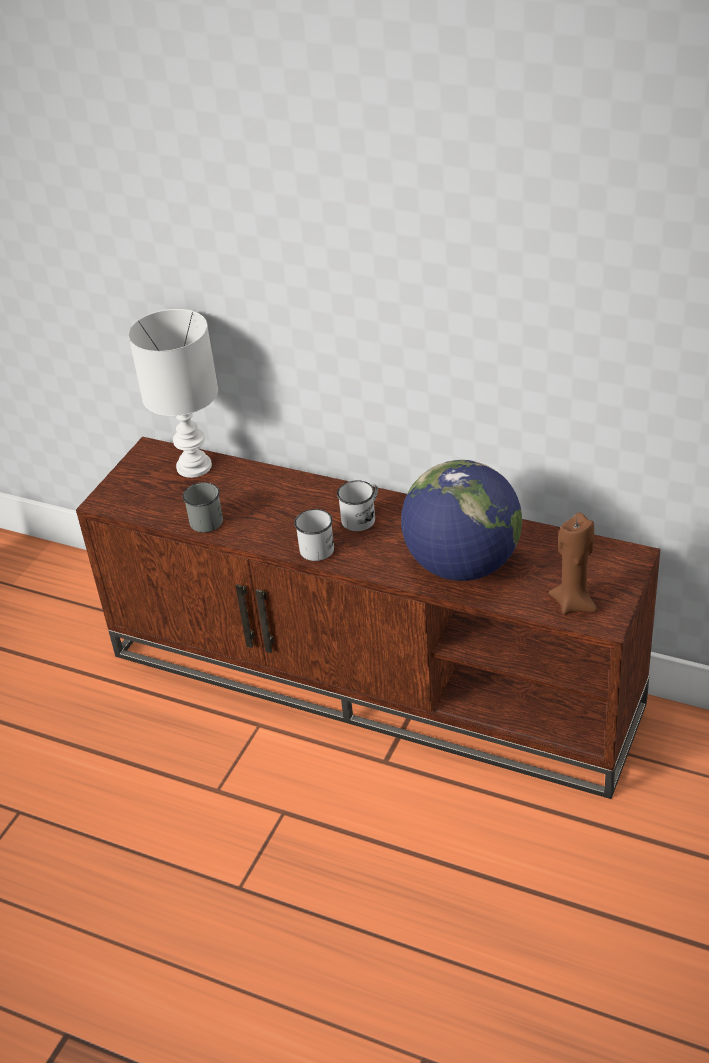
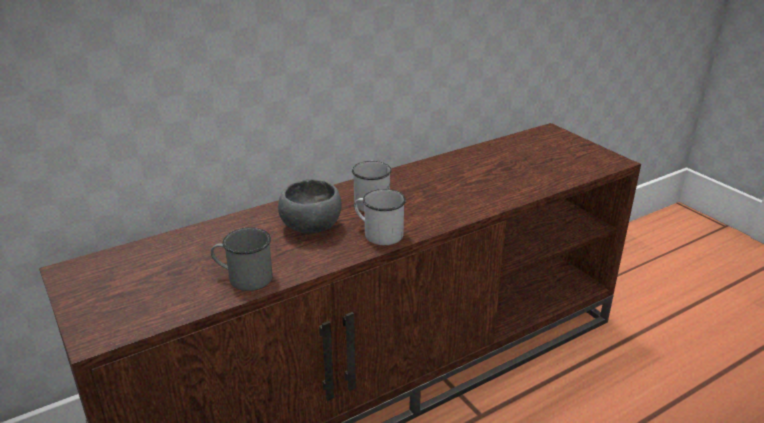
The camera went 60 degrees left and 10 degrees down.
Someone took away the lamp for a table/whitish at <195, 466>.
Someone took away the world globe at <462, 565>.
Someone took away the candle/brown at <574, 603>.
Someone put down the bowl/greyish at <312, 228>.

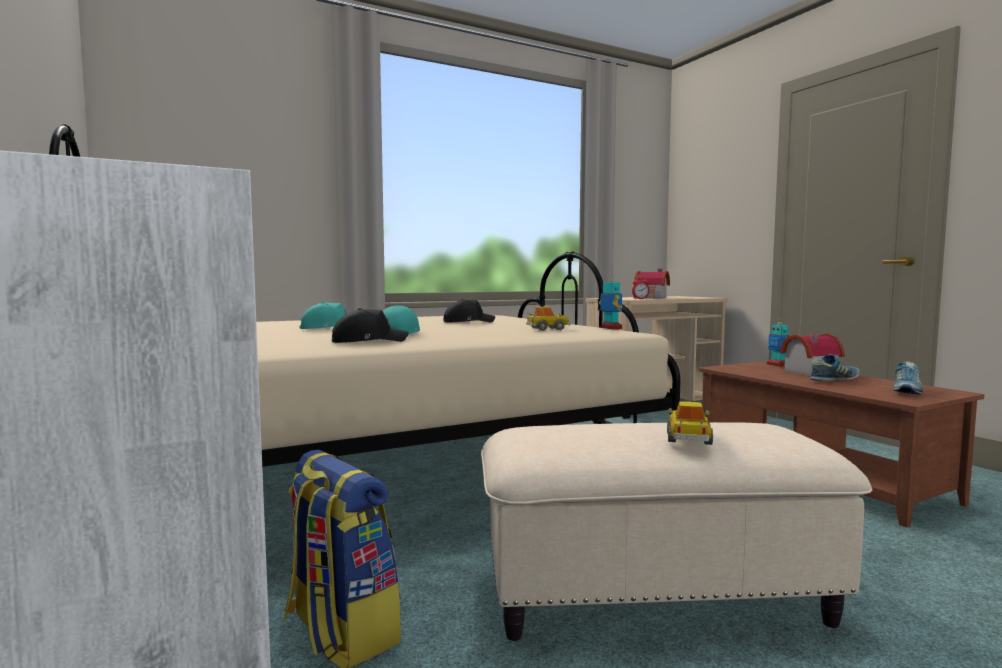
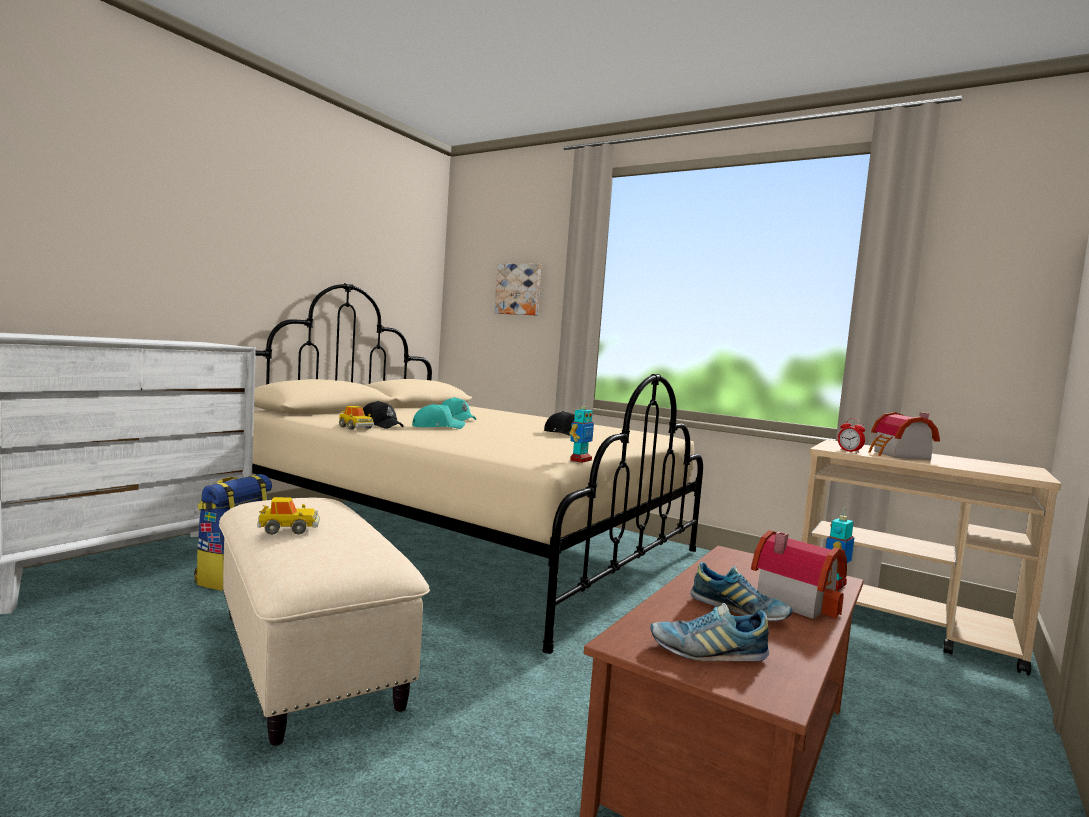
The camera went 60 degrees right and 0 degrees up.
Someone carried the model car from <548, 329> to <355, 428>.
Someone put up the picture at <519, 289>.

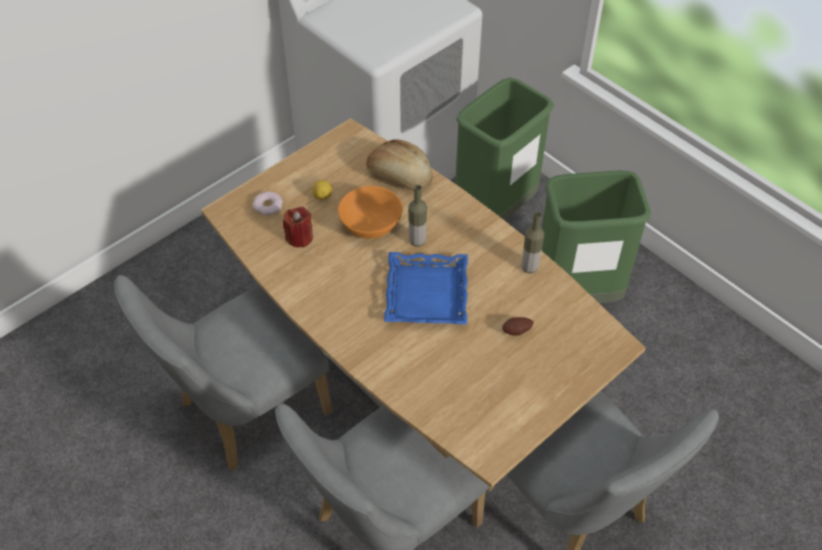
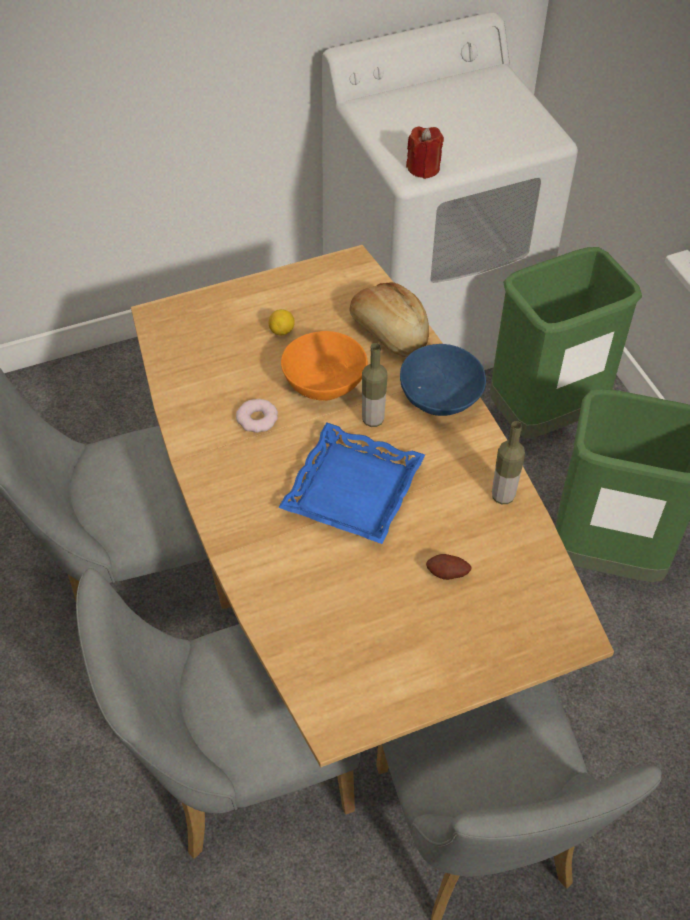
The camera went 20 degrees right and 0 degrees up.
Someone carried the ring doughnut from <268, 206> to <257, 419>.
Someone carried the candle/red-coloured from <299, 237> to <423, 168>.
Someone put down the bowl/blue-coloured at <440, 397>.

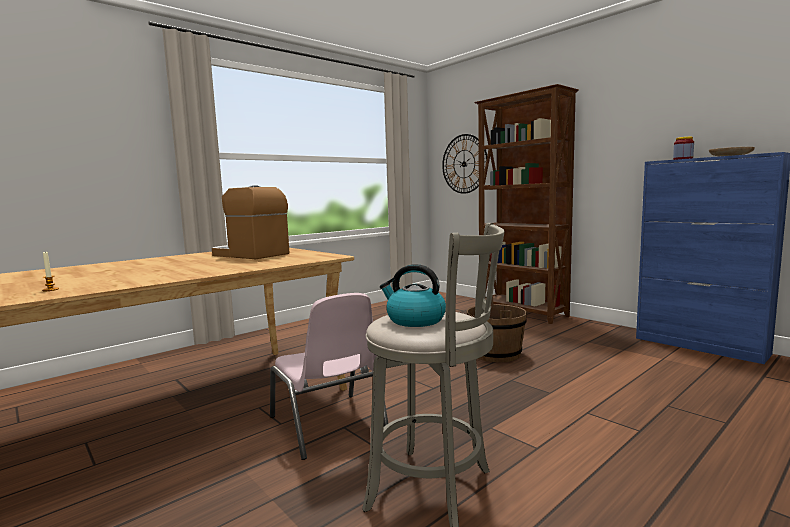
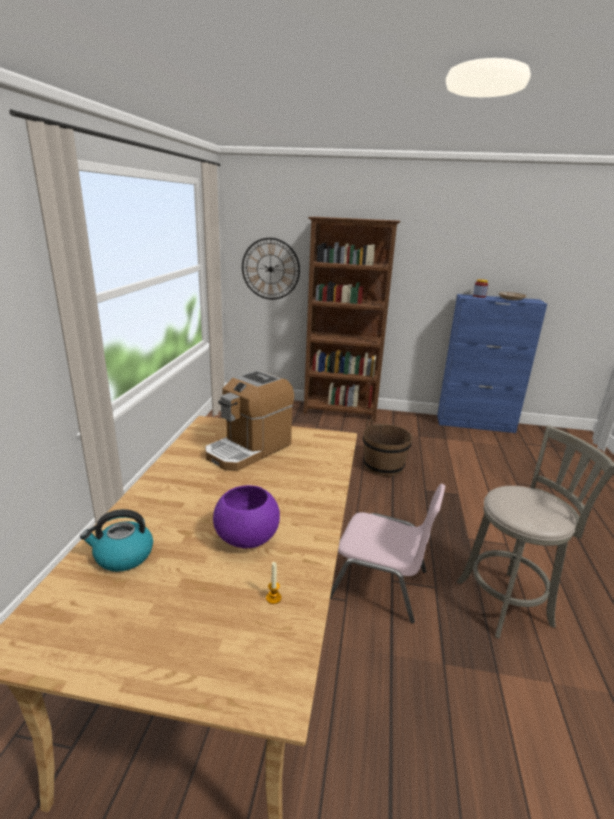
The camera went 40 degrees left and 15 degrees up.
Someone rotated the coffee maker at <250, 255> by 45 degrees counterclockwise.
Someone carried the kettle from <414, 320> to <123, 556>.
Someone put down the bowl/purple at <247, 539>.

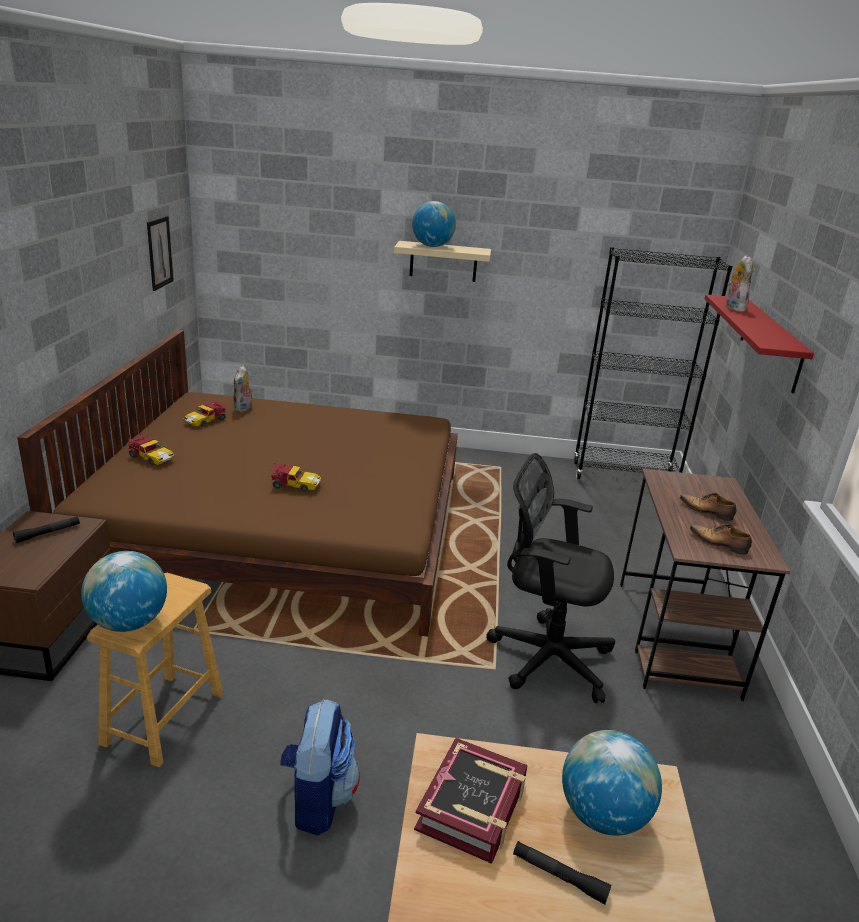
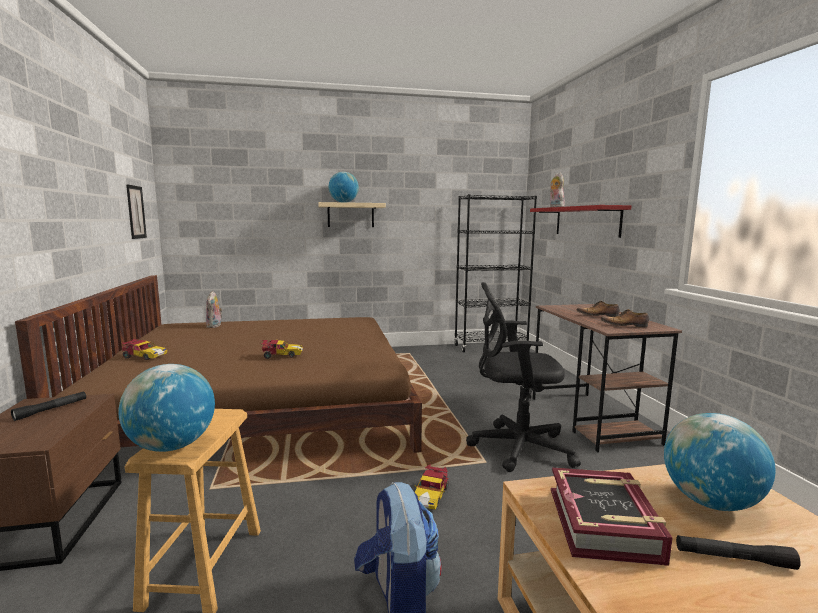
The camera went 15 degrees left and 15 degrees down.
Someone carried the model car from <206, 421> to <430, 495>.

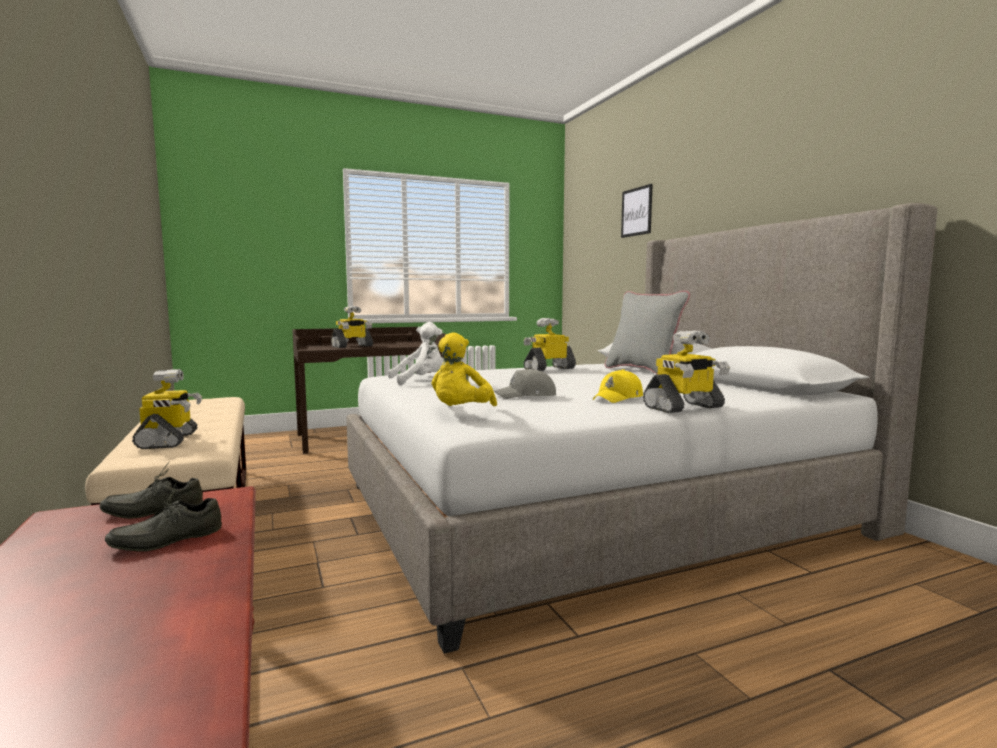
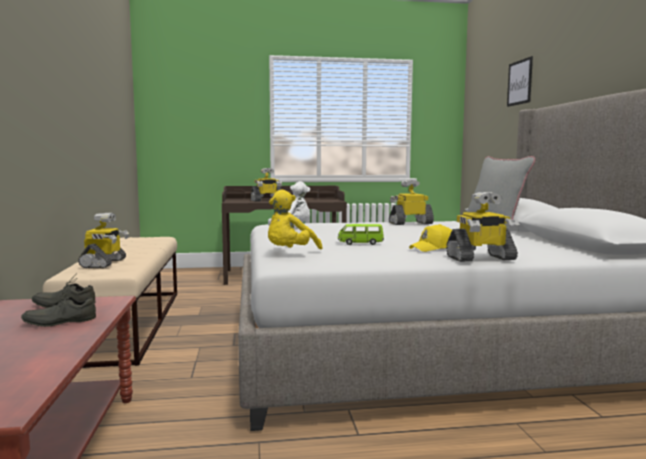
The camera went 15 degrees right and 0 degrees up.
Someone swapped the peaked cap/greyish at <527, 396> for the model car/green at <360, 243>.

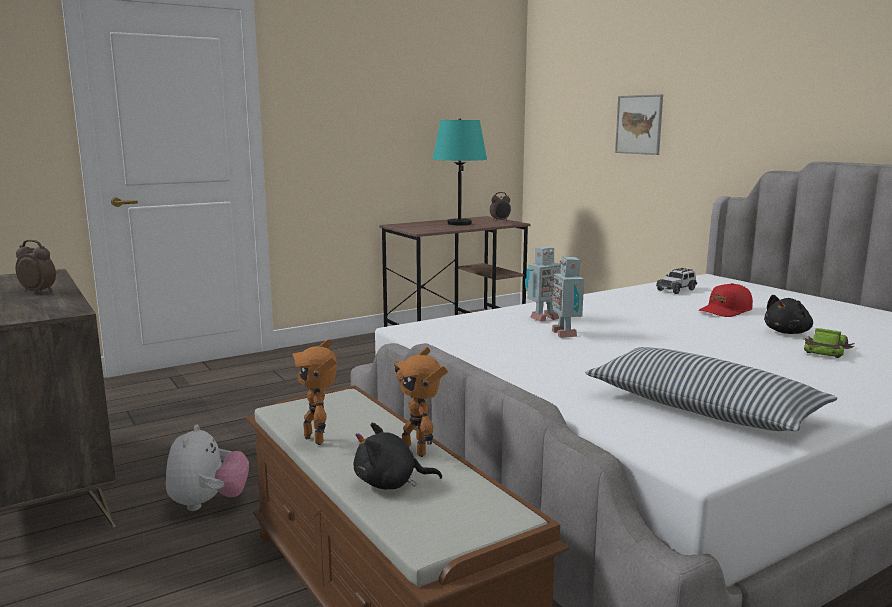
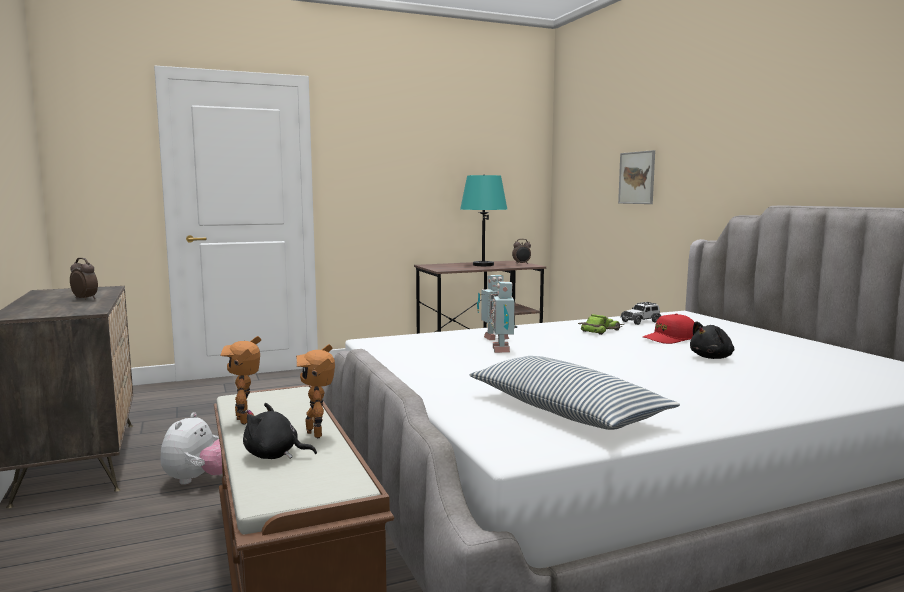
The camera went 10 degrees right and 5 degrees down.
Someone carried the model car from <826, 349> to <601, 330>.

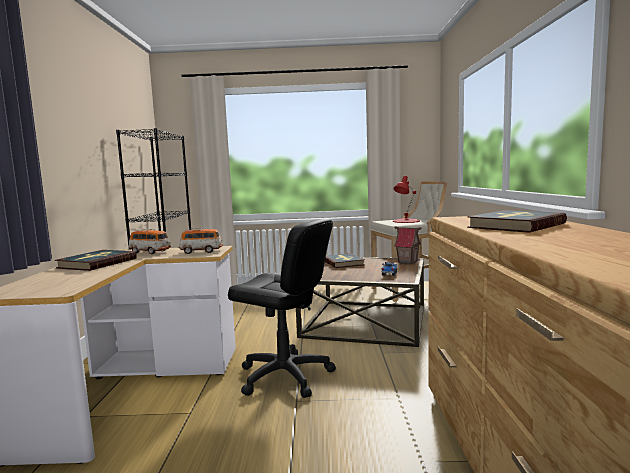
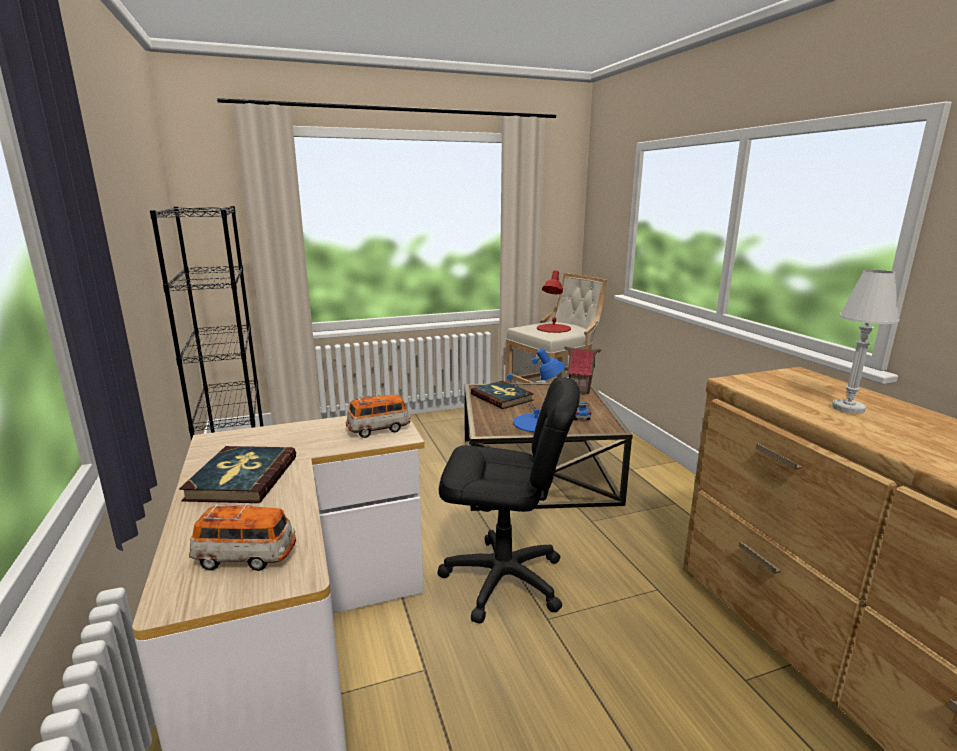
The camera went 20 degrees left and 10 degrees up.
Someone carried the model car from <150, 252> to <246, 557>.
Someone swapped the book at <515, 225> for the lamp for a table/whitish at <848, 408>.
Someone put down the lamp for a table/blue-coloured at <536, 423>.

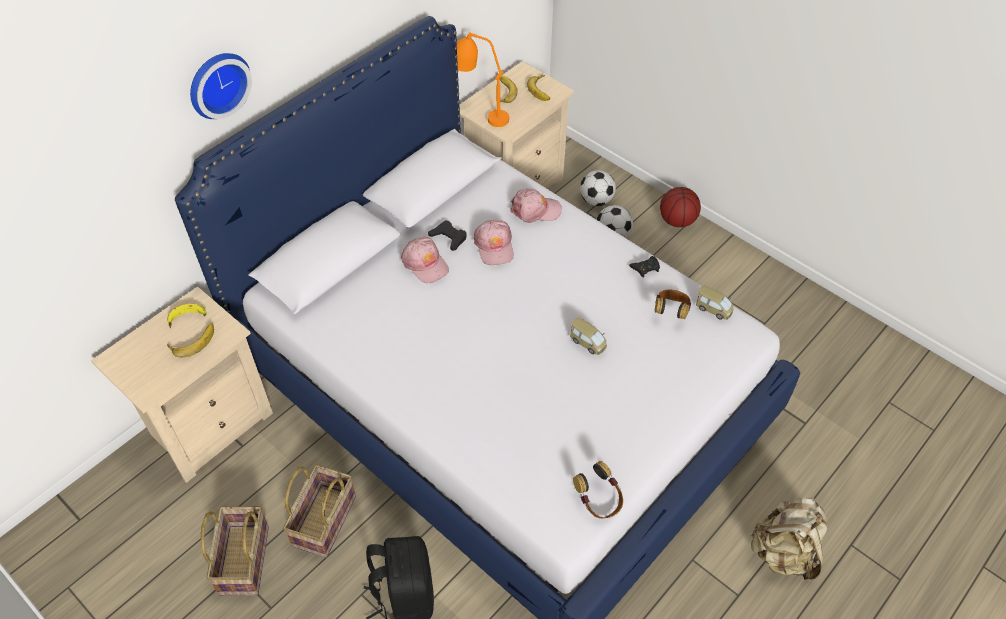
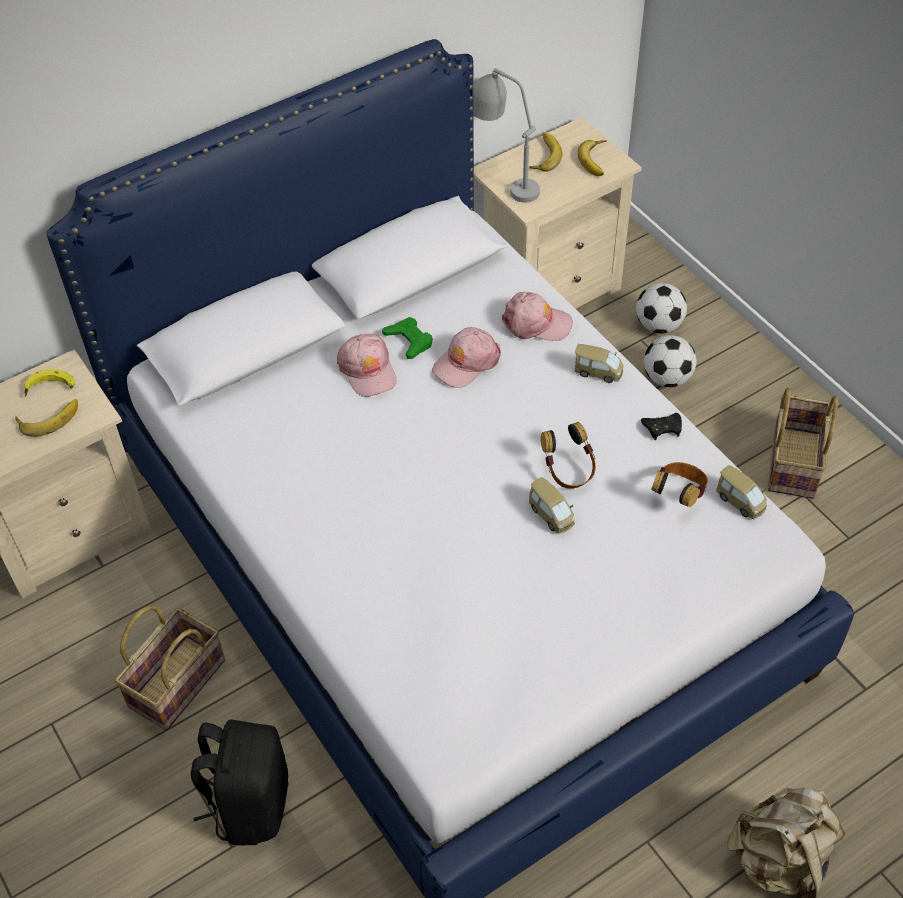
The camera went 15 degrees right and 0 degrees up.
Someone took away the hanging clock at <217, 83>.
Someone carried the household basket from <243, 560> to <792, 462>.
Someone repainted the joypad/blackish at <449, 237>, which became the joypad/green at <409, 341>.
Someone repainted the lamp for a table/orange at <478, 111>, which became the lamp for a table/greyish at <501, 176>.
Someone rotated the peaked cap/pink at <494, 246> by 45 degrees clockwise.
Someone carried the pair of headphones from <599, 501> to <568, 470>.
Someone took away the basketball ball at <677, 220>.
Someone put down the model car at <598, 372>.

